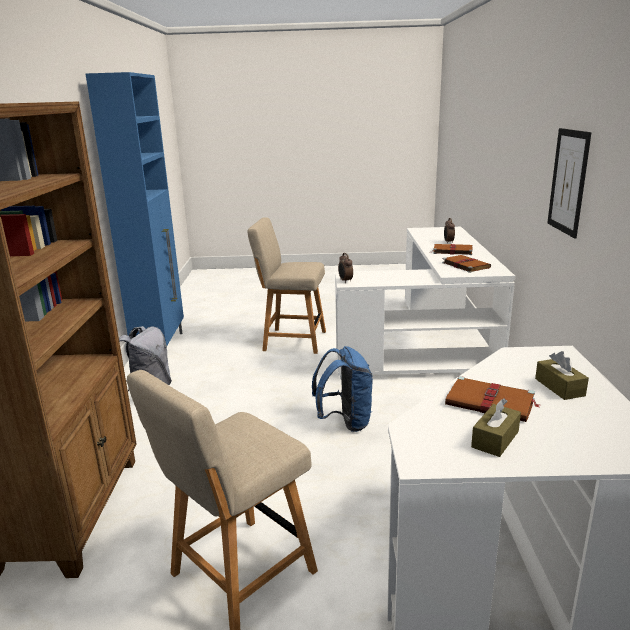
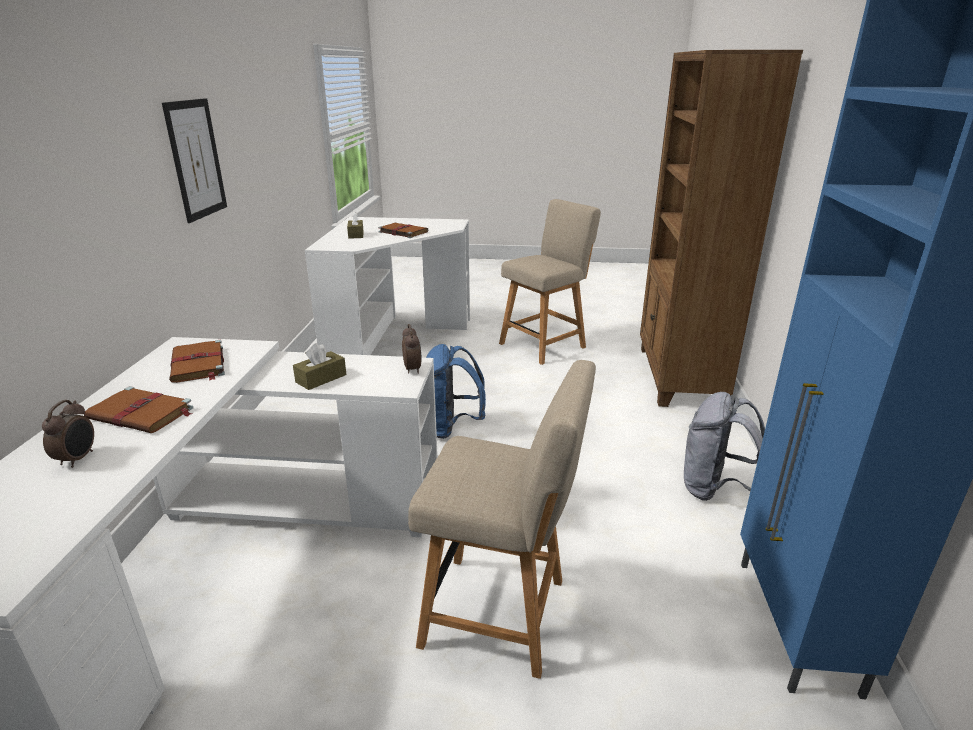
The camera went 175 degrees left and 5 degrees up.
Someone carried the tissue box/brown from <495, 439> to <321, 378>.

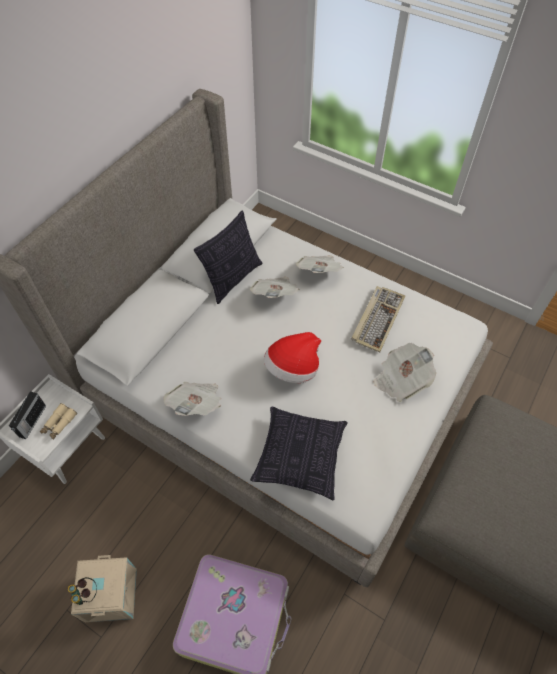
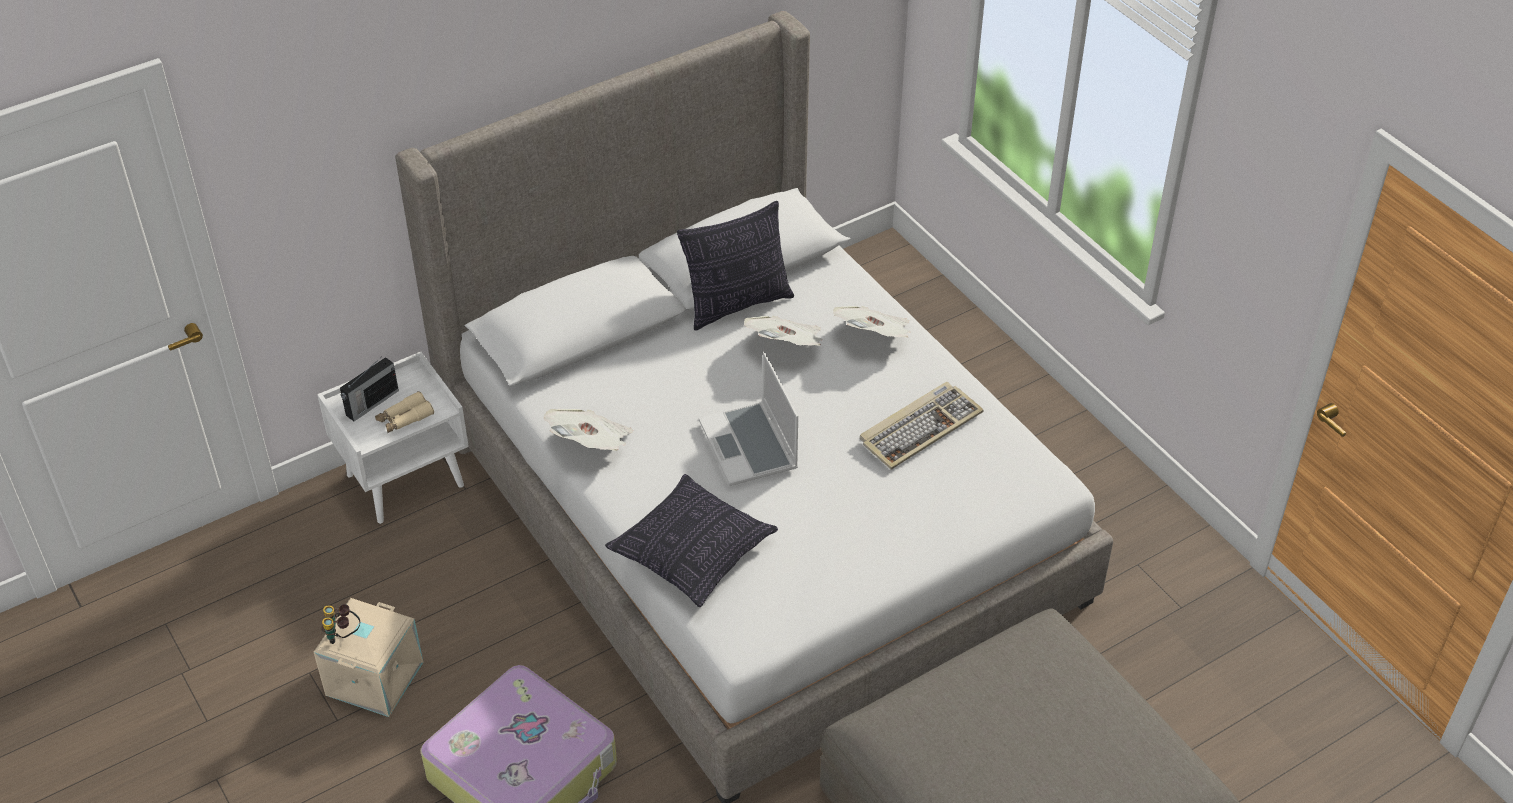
The camera went 25 degrees right and 10 degrees down.
Someone swapped the wearable hat at <293, 368> for the portable computer at <750, 446>.
Someone took away the newspaper at <401, 379>.

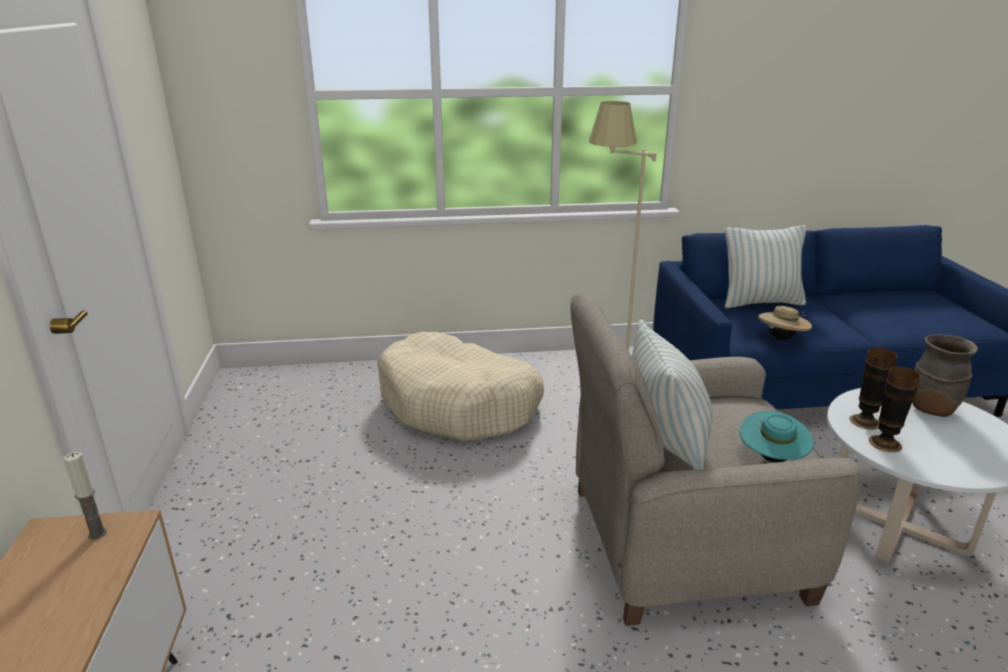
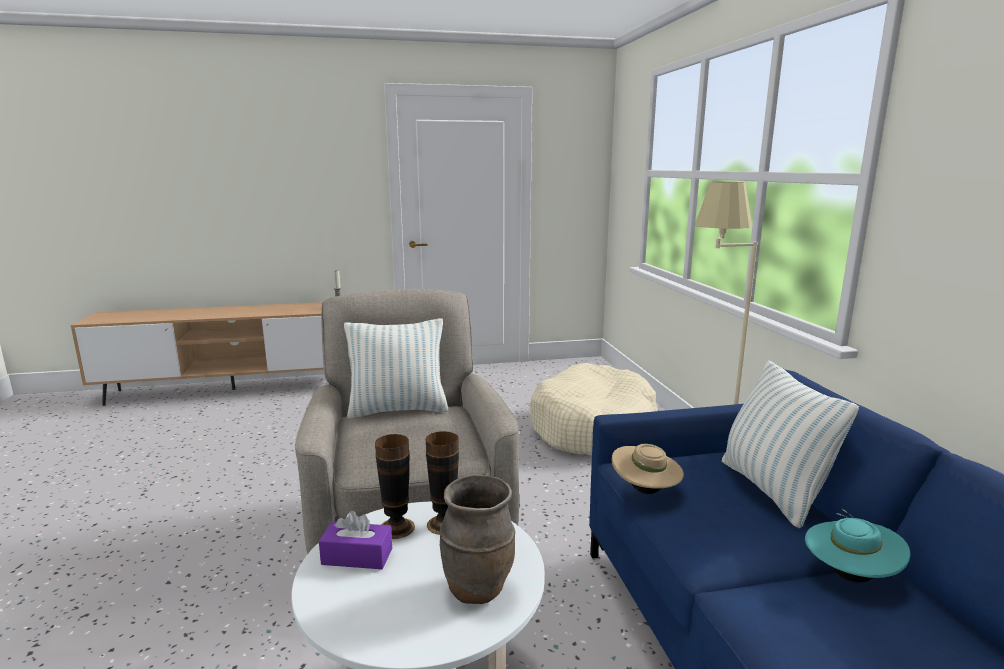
The camera went 85 degrees right and 10 degrees down.
Someone carried the wearable hat/blue-green from <771, 458> to <849, 575>.
Someone put down the tissue box/purple at <357, 556>.

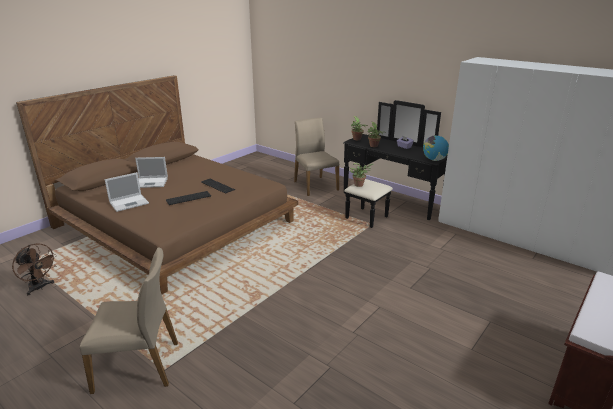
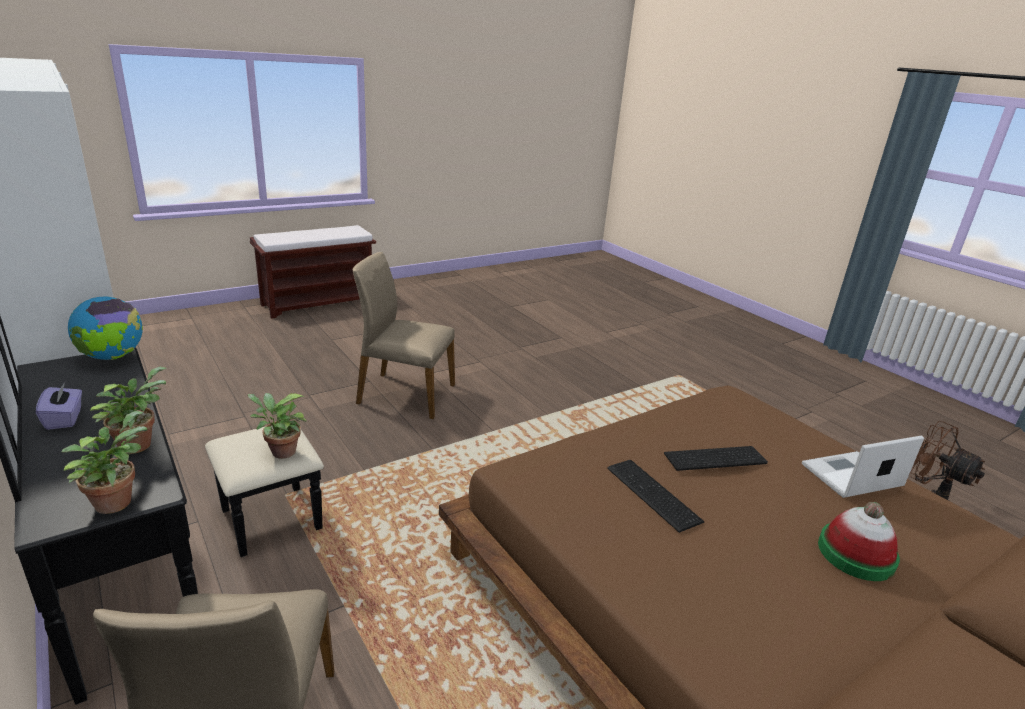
The camera went 165 degrees left and 0 degrees up.
Someone carried the plain chair/sand-coloured from <138, 365> to <405, 394>.
Someone swapped the portable computer at <151, 182> for the wearable hat at <856, 554>.

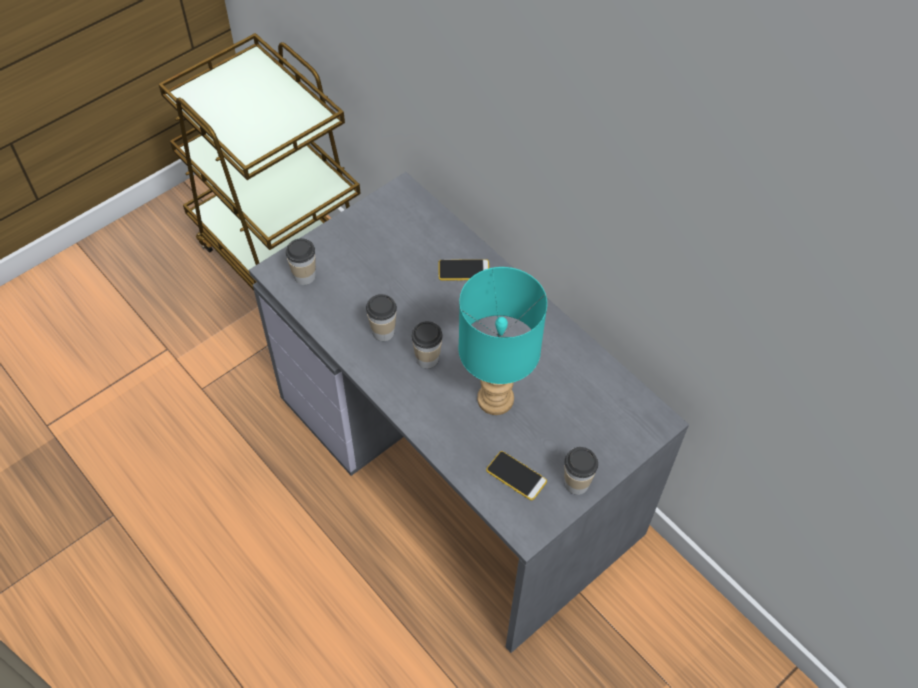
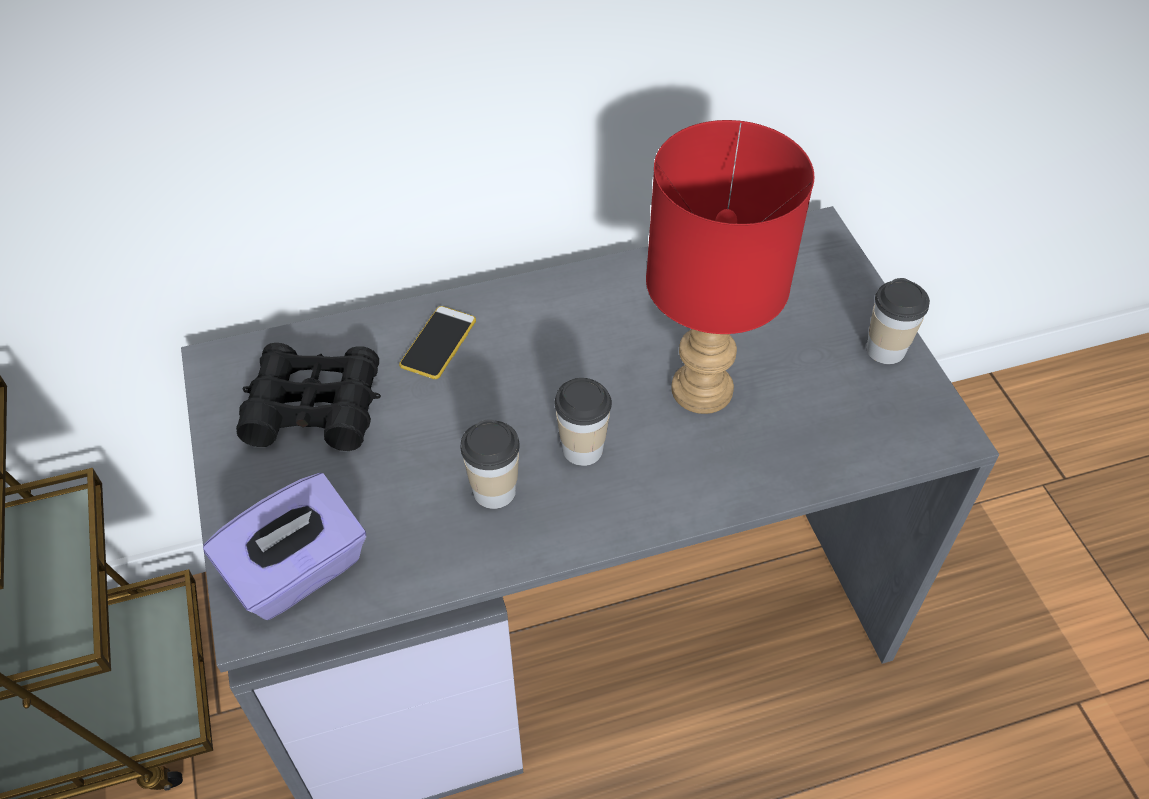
The camera went 65 degrees left and 5 degrees down.
Someone swapped the cup at <304, 276> for the tissue box/purple at <298, 571>.
Someone repainted the lamp for a table/blue-green at <497, 399>, which became the lamp for a table/red-coloured at <703, 388>.
Someone took away the handset at <516, 476>.
Someone put down the pair of binoculars/blackish at <314, 407>.

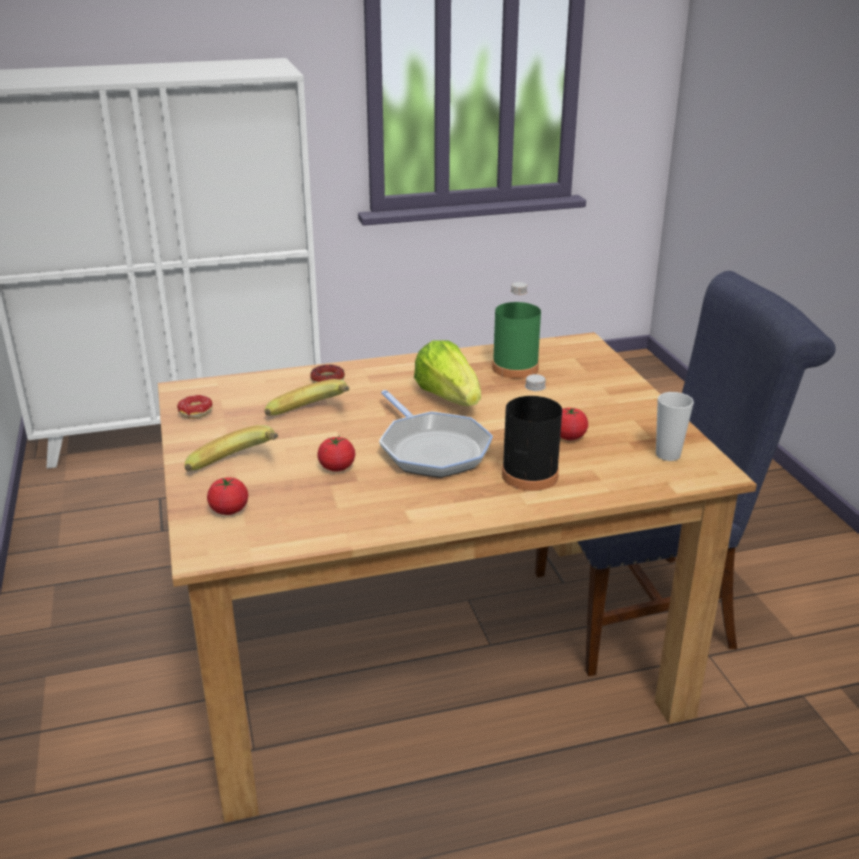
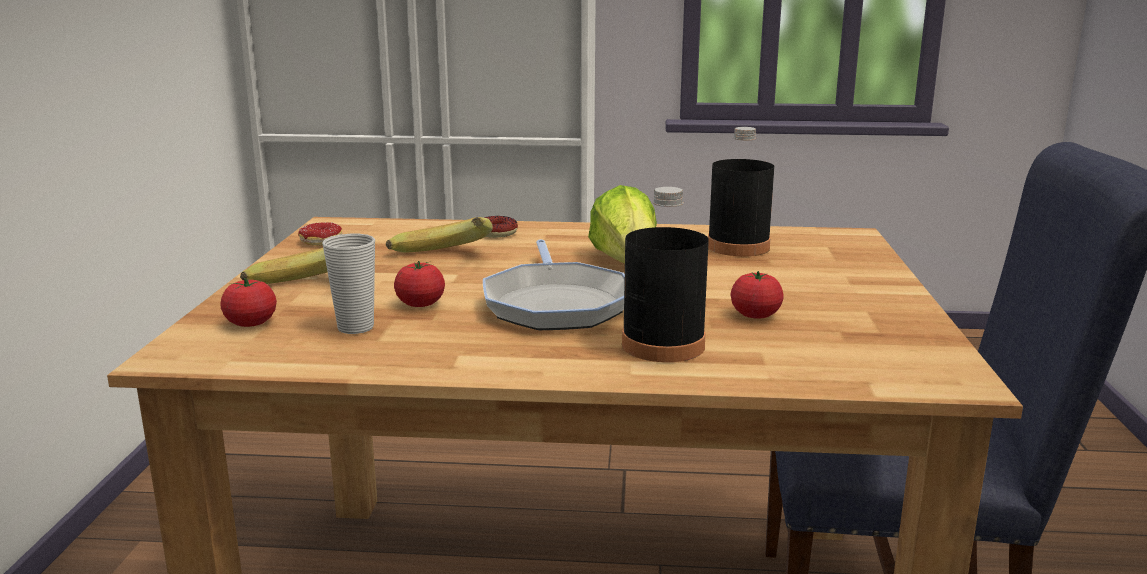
The camera went 20 degrees right and 10 degrees down.
Someone repainted the drink bottle/green at <515, 368>, which became the drink bottle/blackish at <738, 247>.
Someone carried the cup from <668, 455> to <355, 328>.

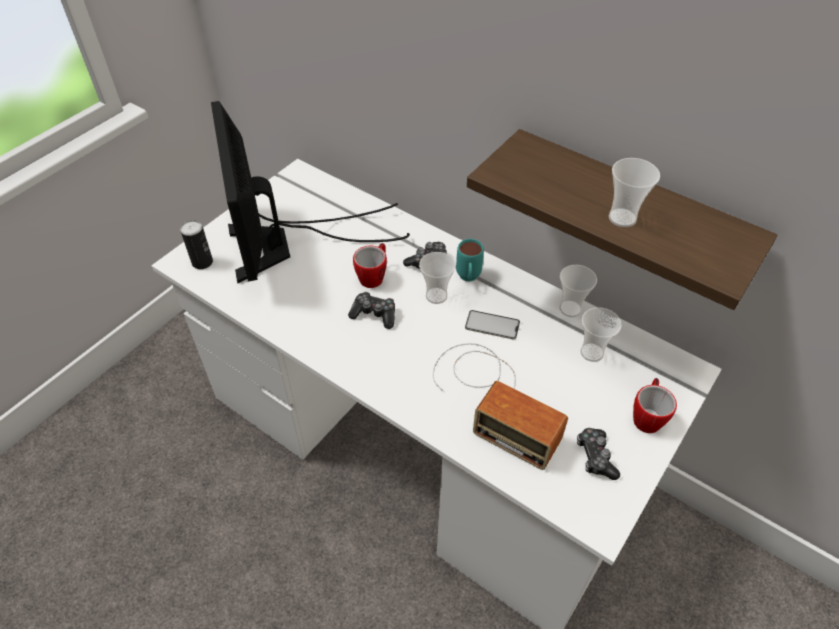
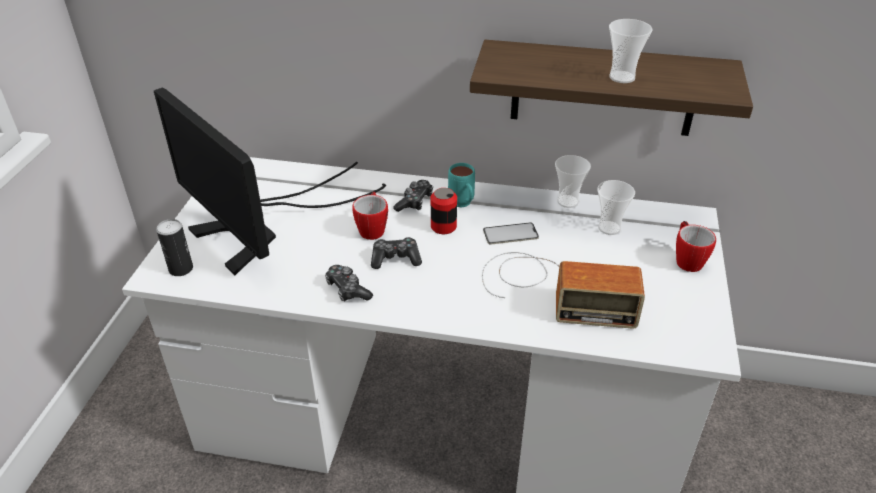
The camera went 25 degrees left and 10 degrees down.
Someone swapped the cup at <436, 296> for the metal can at <443, 226>.
Someone carried the joypad from <595, 457> to <347, 289>.

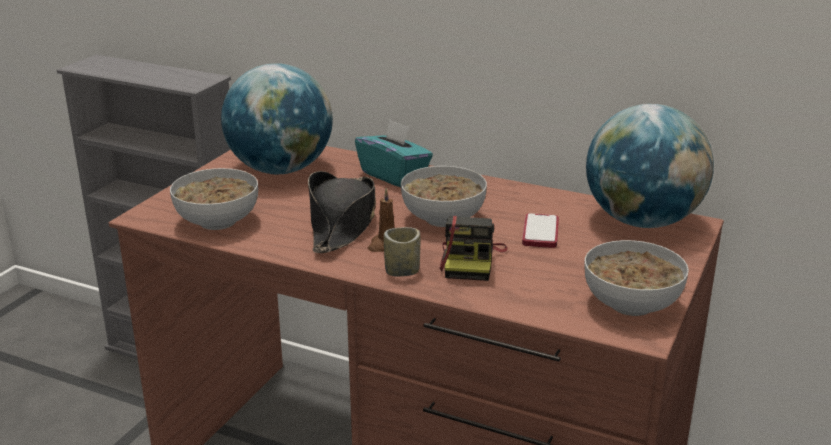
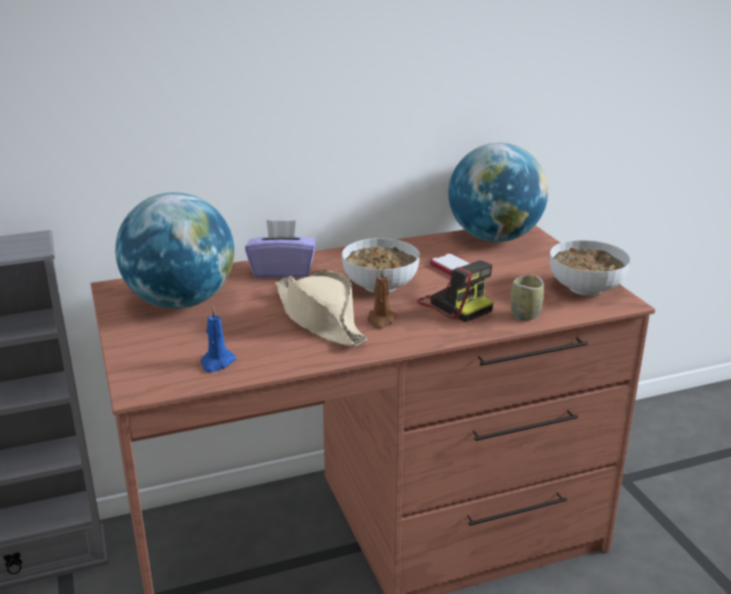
The camera went 45 degrees left and 0 degrees up.
Someone swapped the bowl at <217, 221> for the candle/blue-coloured at <217, 363>.
Someone repainted the wearable hat/blackish at <342, 224>, which became the wearable hat/sand-coloured at <320, 320>.
Someone repainted the tissue box/blue-green at <394, 175>, which became the tissue box/purple at <282, 271>.
Someone carried the cup from <402, 271> to <525, 315>.

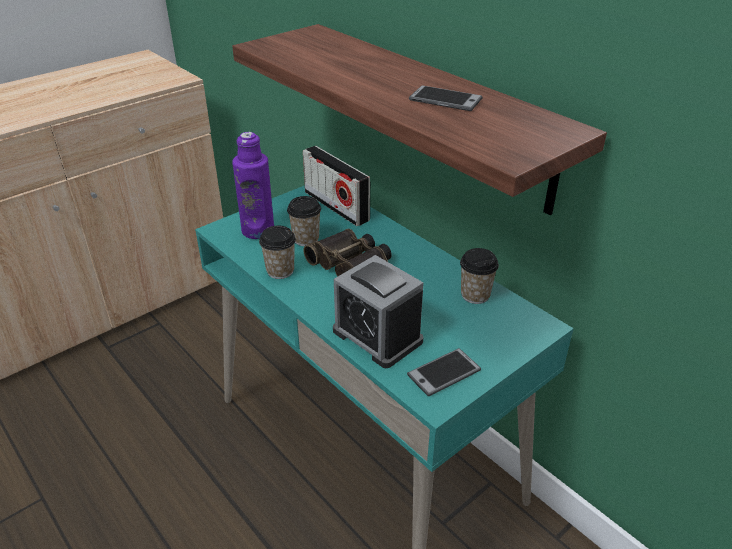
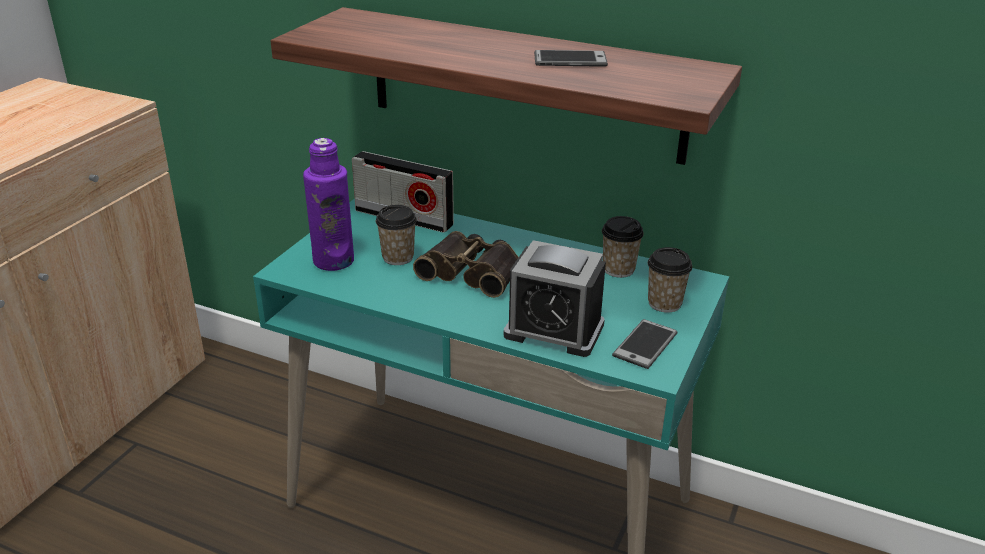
The camera went 25 degrees left and 5 degrees down.
Someone carried the cup from <280, 271> to <664, 303>.

